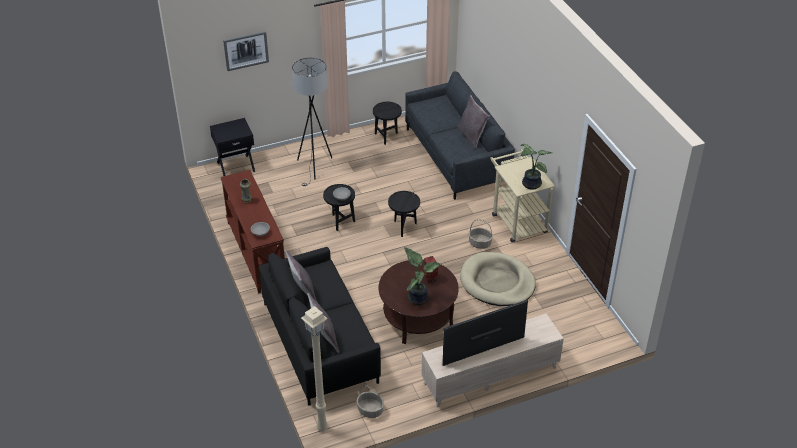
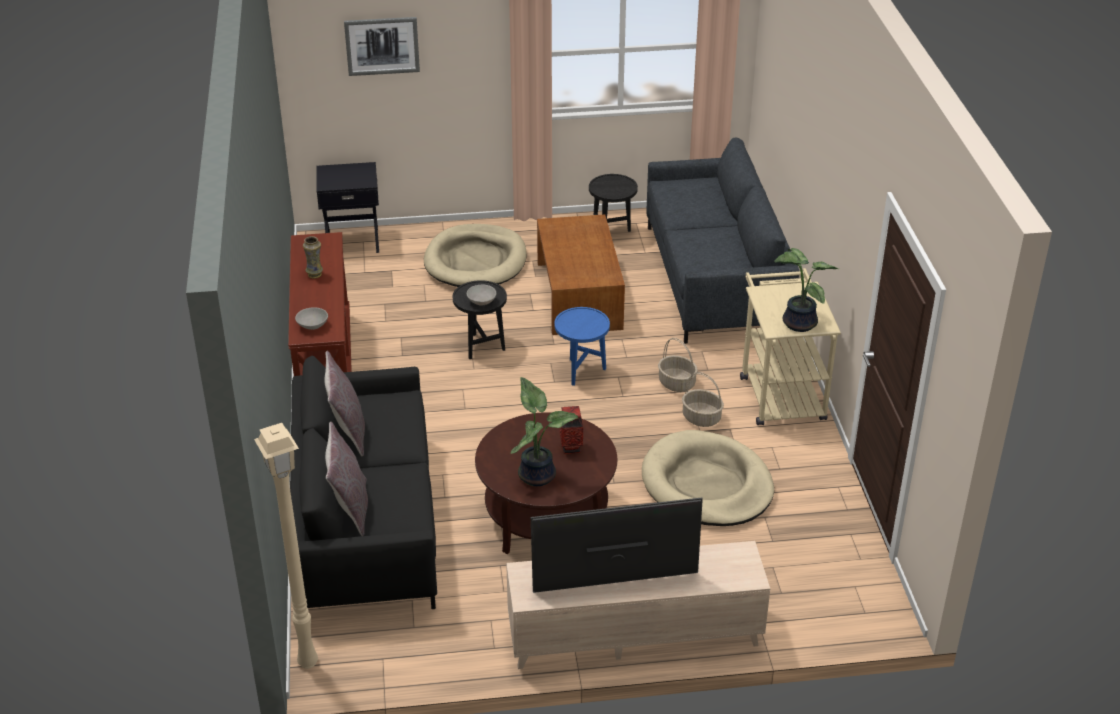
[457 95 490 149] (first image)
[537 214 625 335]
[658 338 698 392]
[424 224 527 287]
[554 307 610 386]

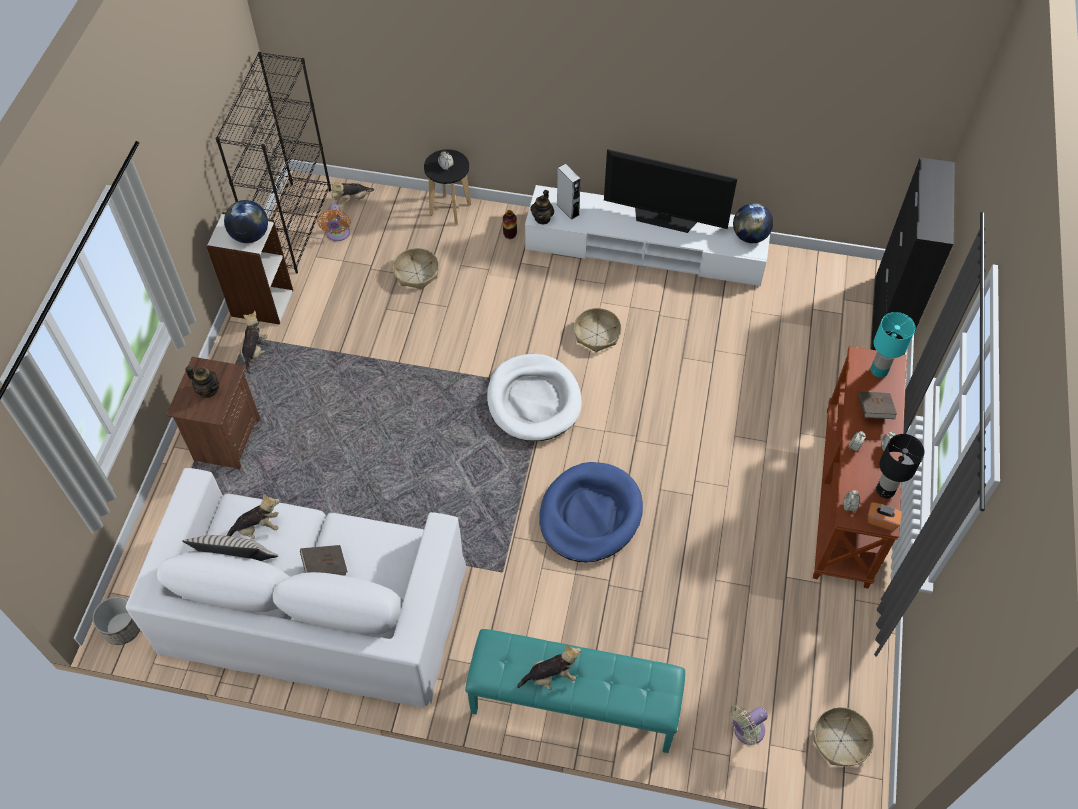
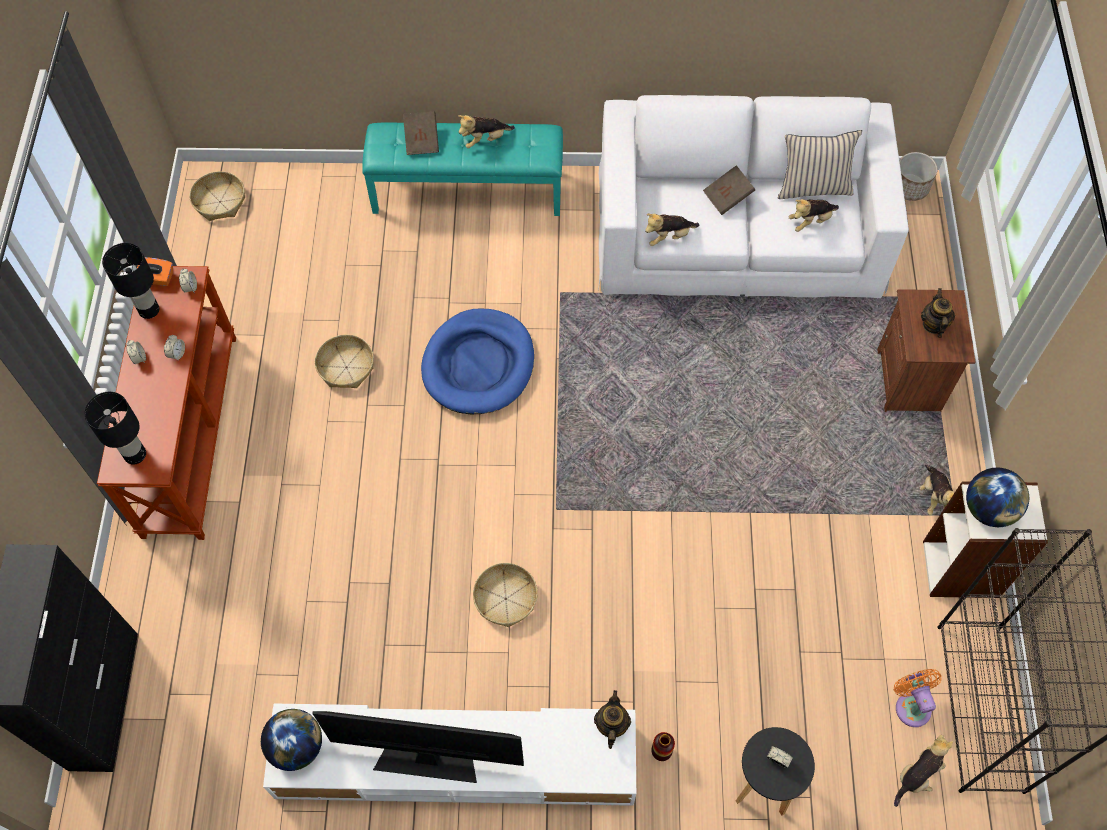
[487 354 582 441] (first image)
[556 164 581 220] (first image)
[728 705 768 745] (first image)
[645 213 699 246]
[315 334 374 388]
[403 112 439 155]
[84 392 146 465]
[921 288 955 338]

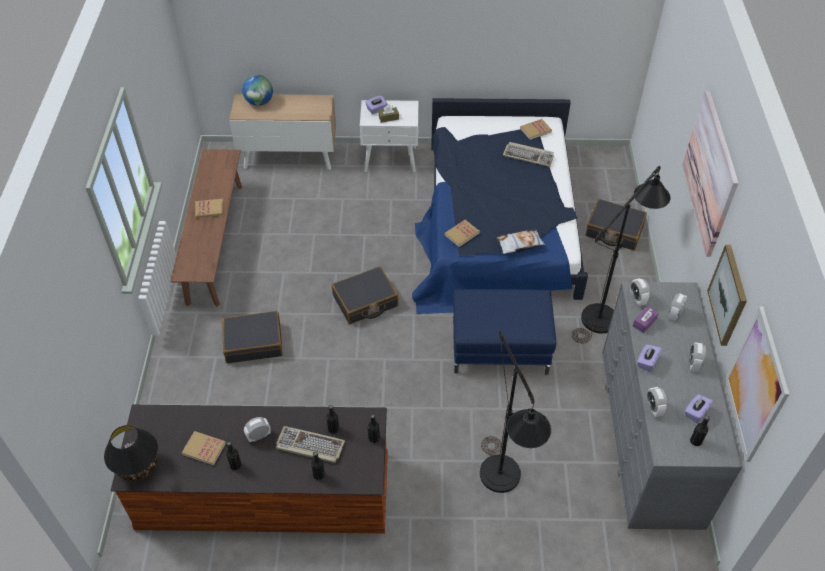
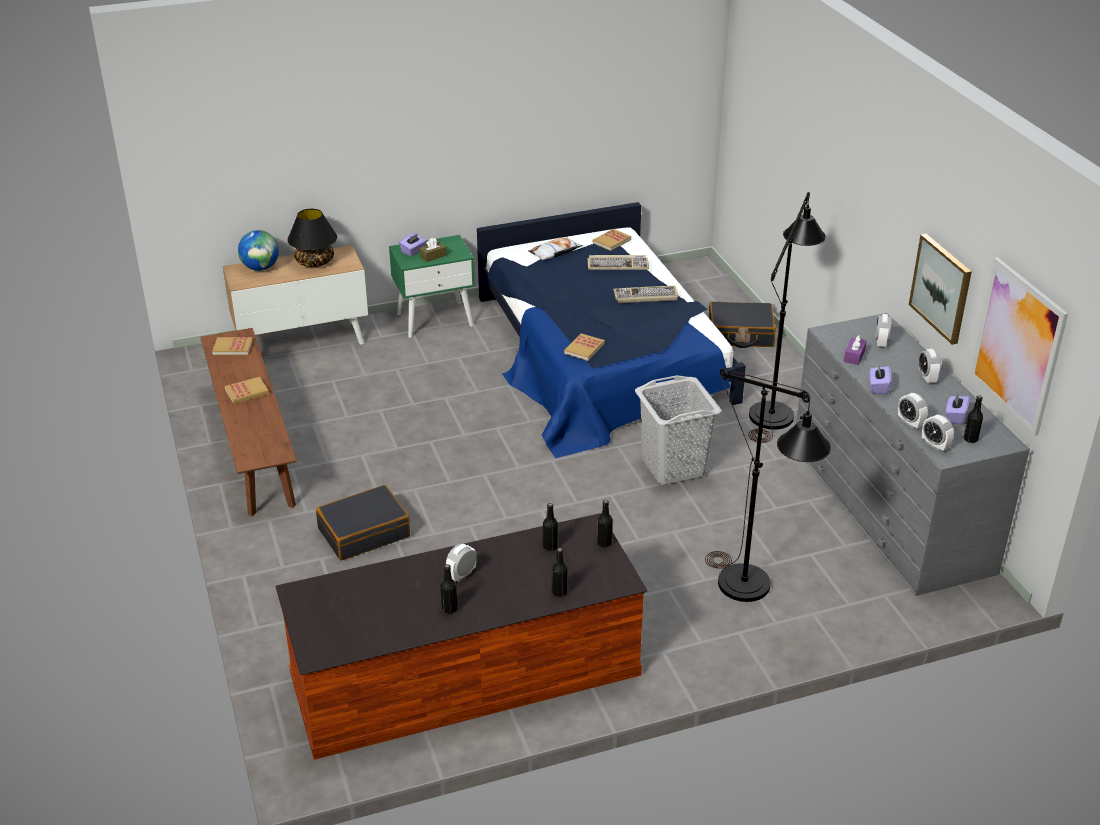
[332 267 398 324] (first image)
[682 90 739 257] (first image)
[288 209 337 267]
[212 337 253 355]
[613 286 679 303]
[528 237 583 260]
[922 415 954 452]
[635 375 721 485]
[389 235 475 338]

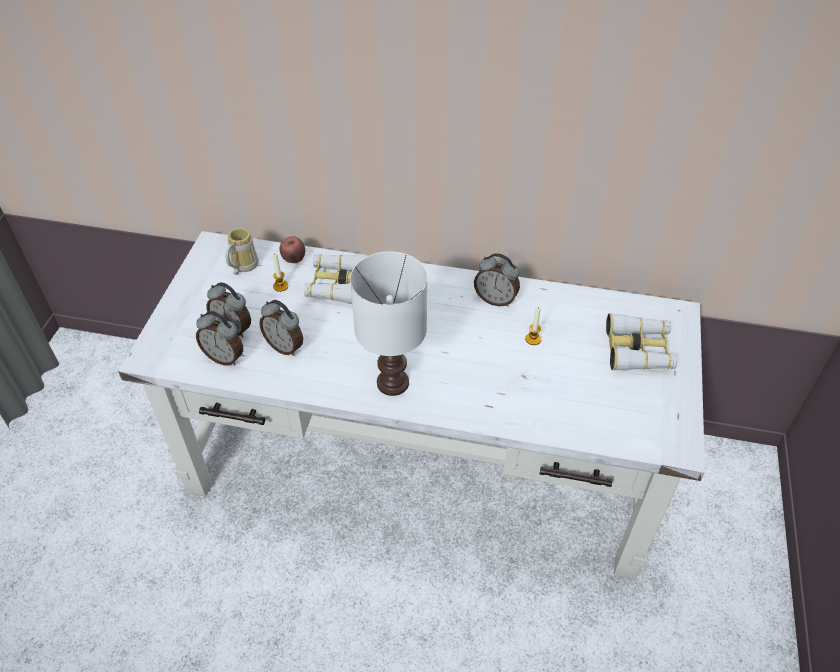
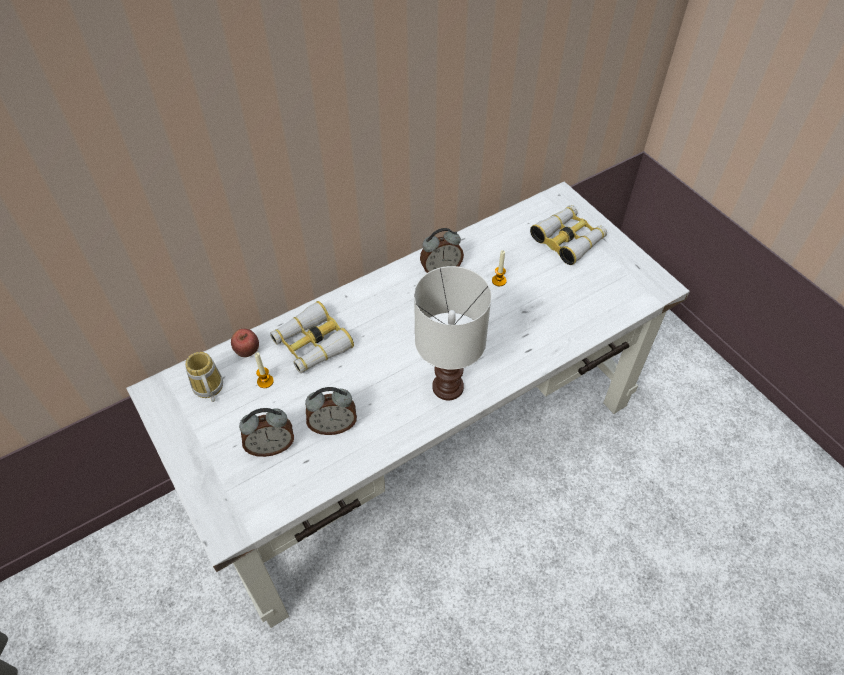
[196 311 243 366] (first image)

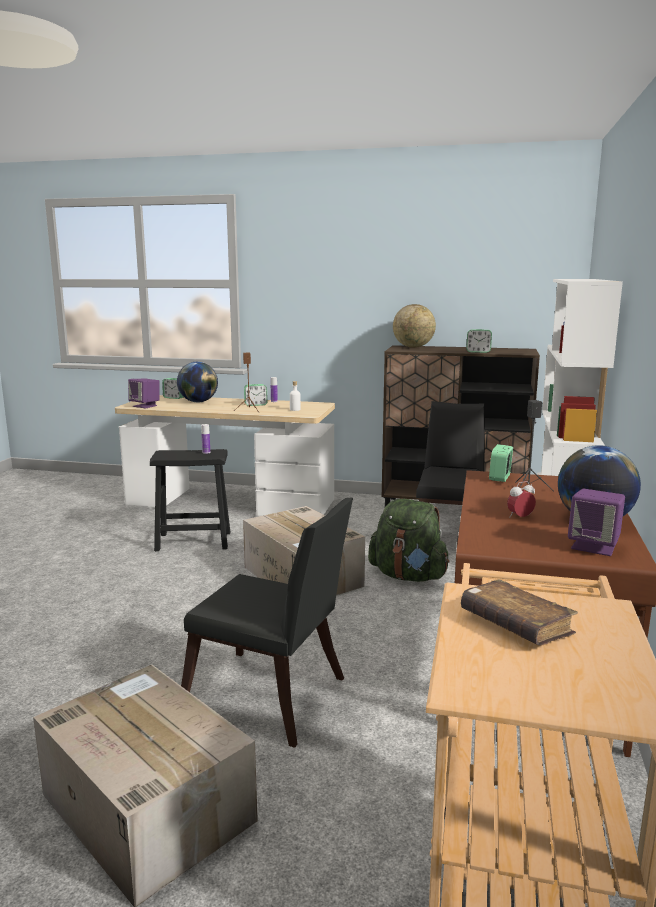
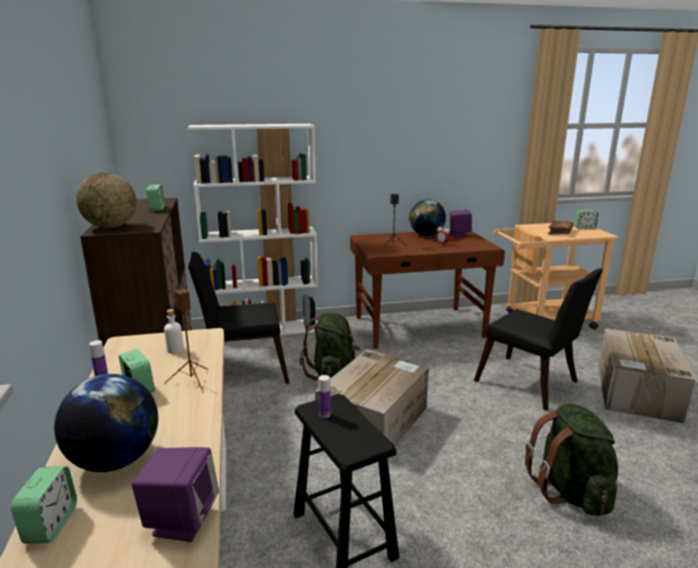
[525 404 618 516]
[574 210 598 229]
[474 269 603 411]

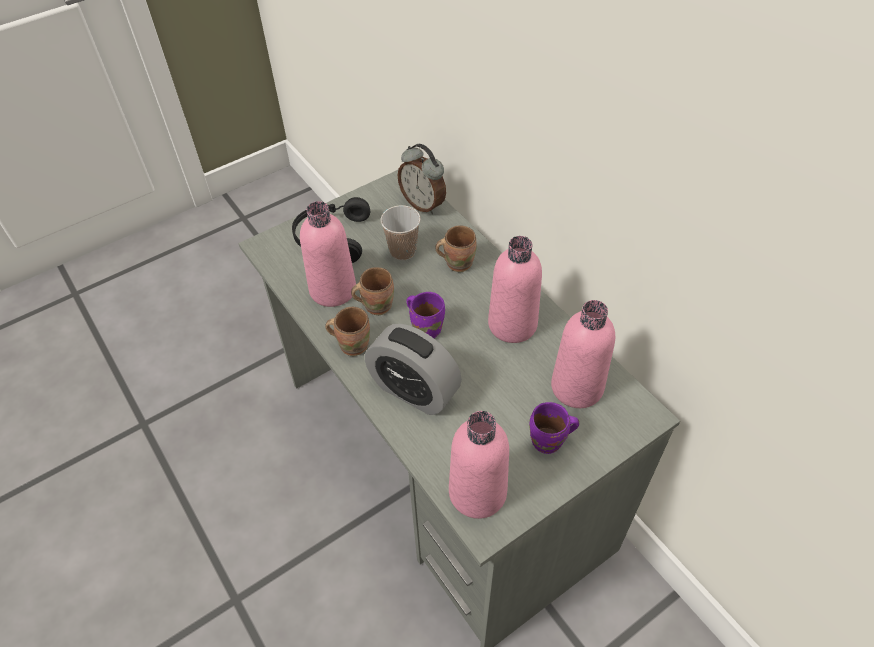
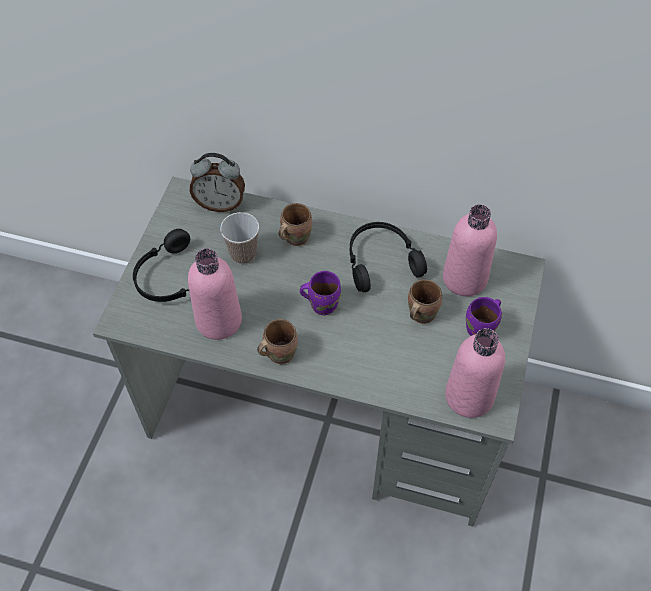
[365 324 462 415] (first image)
[408 279 442 324]
[350 222 427 292]

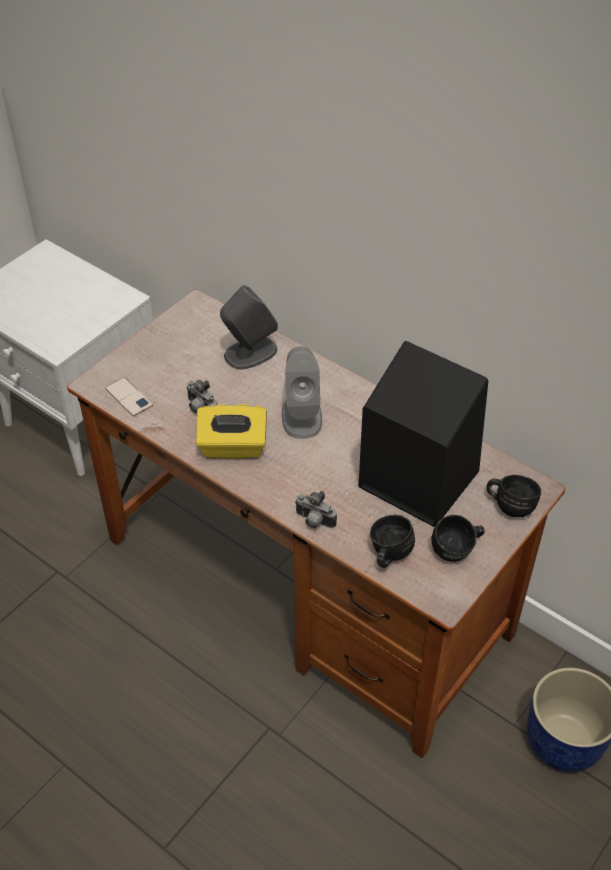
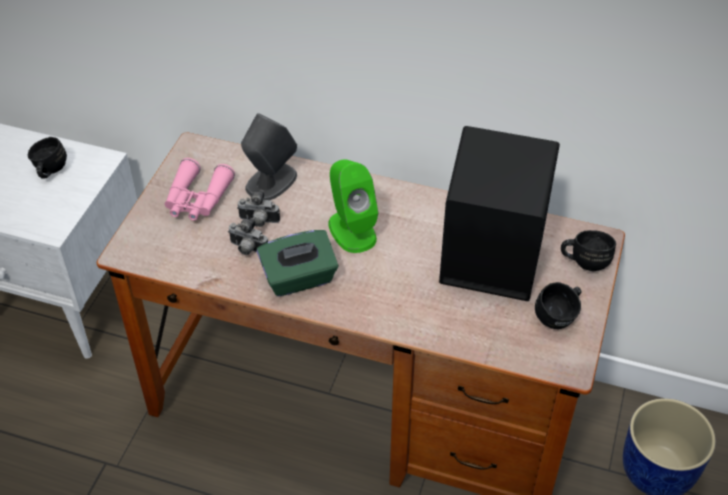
[105 377 153 416] (first image)
[165 158 235 221]
[237 190 280 227]
[28 137 67 179]
[257 230 339 297]
[329 159 378 253]

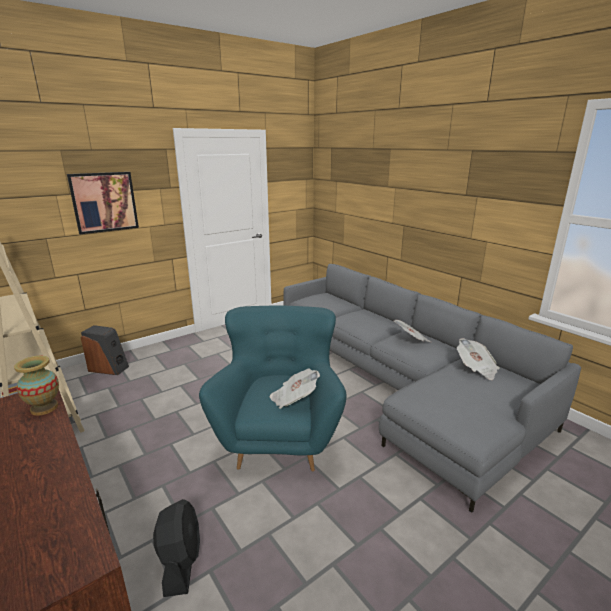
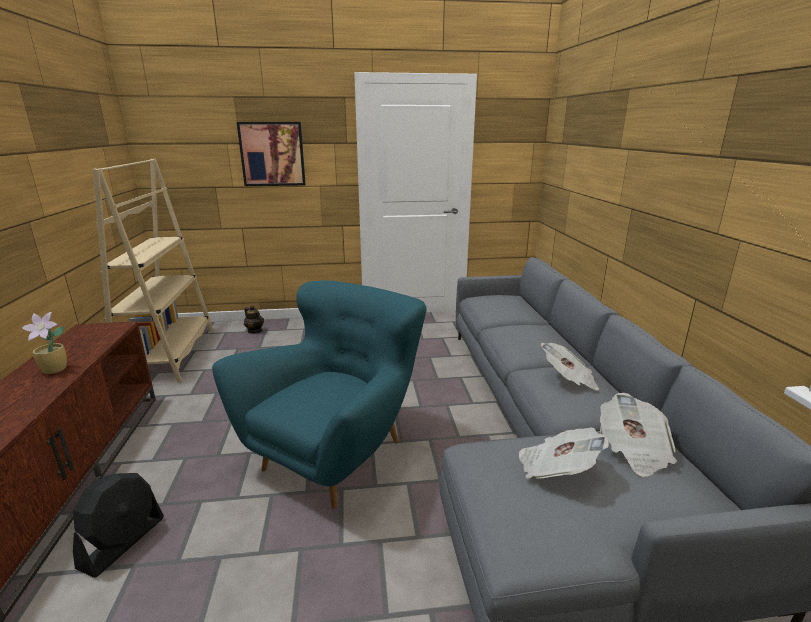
[14 356 59 415] (first image)
[22 312 67 374]
[519 428 609 479]
[244 305 264 333]

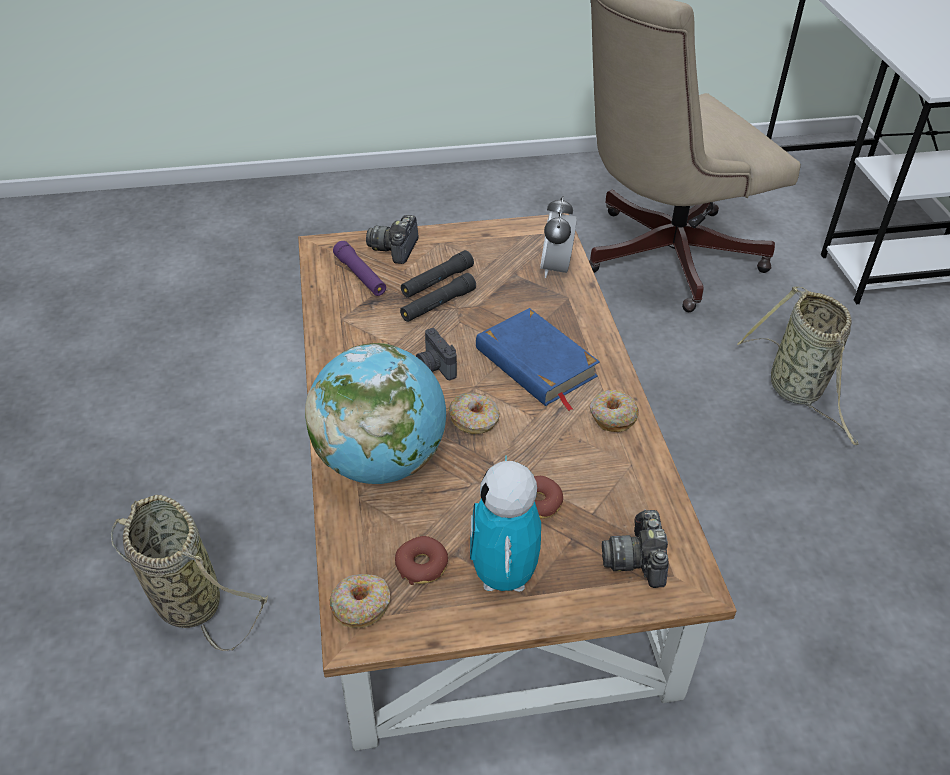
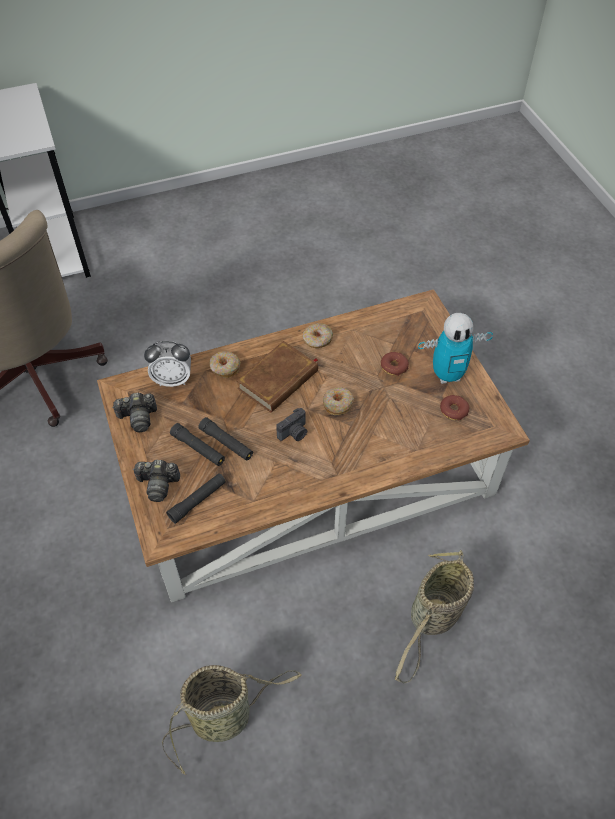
[305 343 446 484] (first image)
[209 351 241 378]
[112 393 157 433]
[162 665 302 775]
[166 473 226 524]
[237 341 318 413]

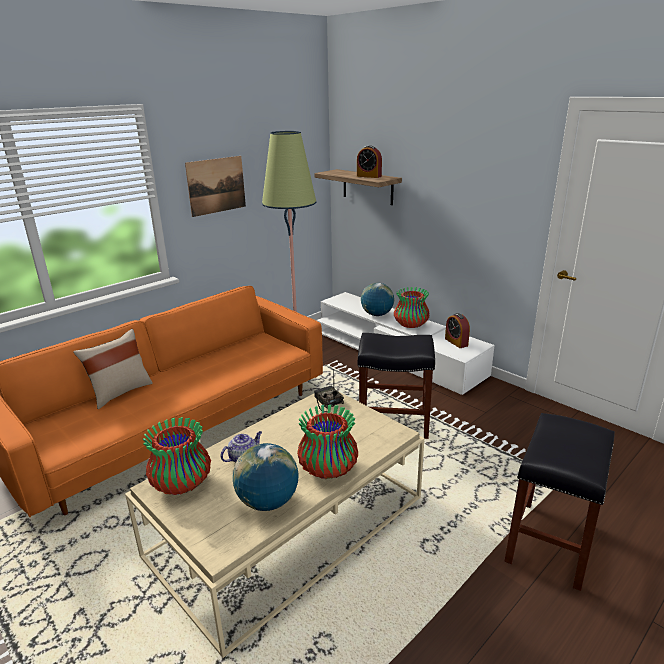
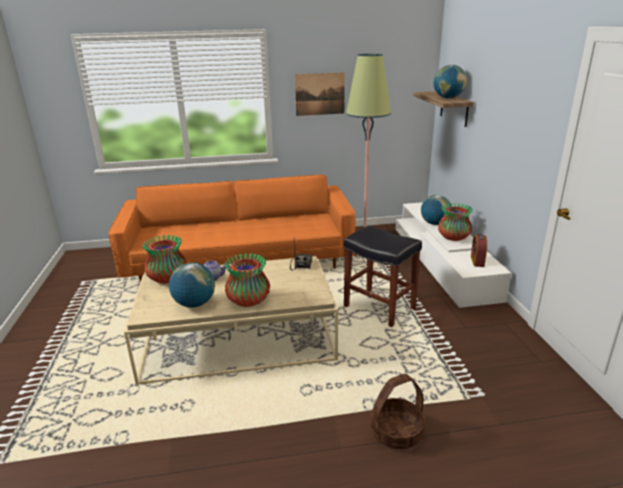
[73 329 153 409] (first image)
[434 65 467 99]
[371 374 425 449]

